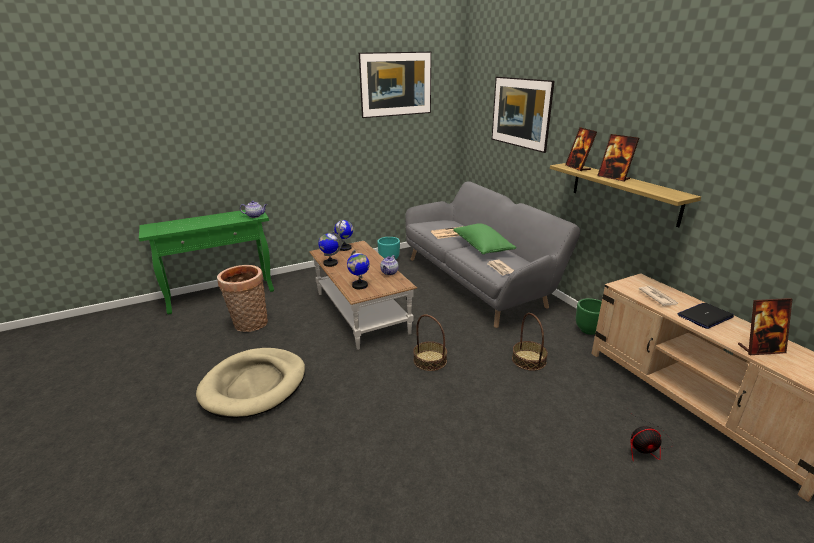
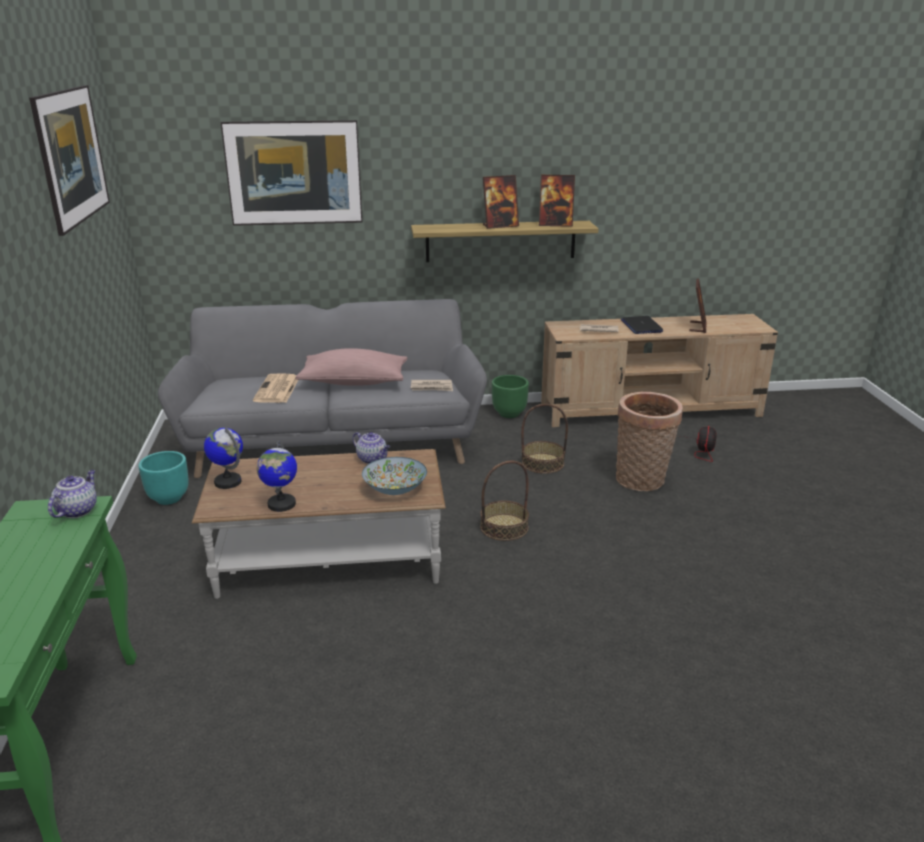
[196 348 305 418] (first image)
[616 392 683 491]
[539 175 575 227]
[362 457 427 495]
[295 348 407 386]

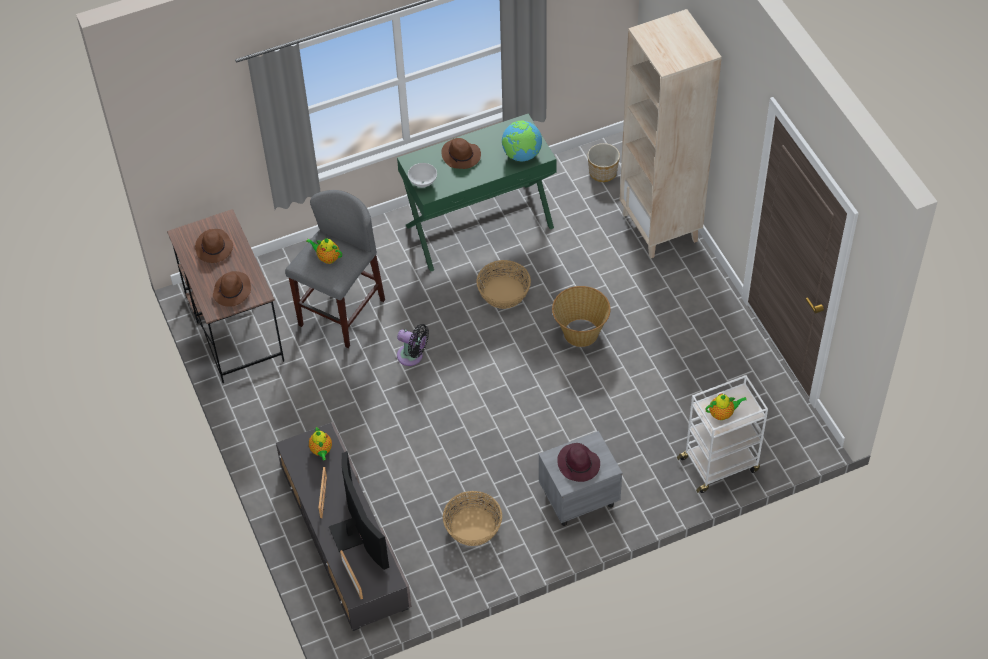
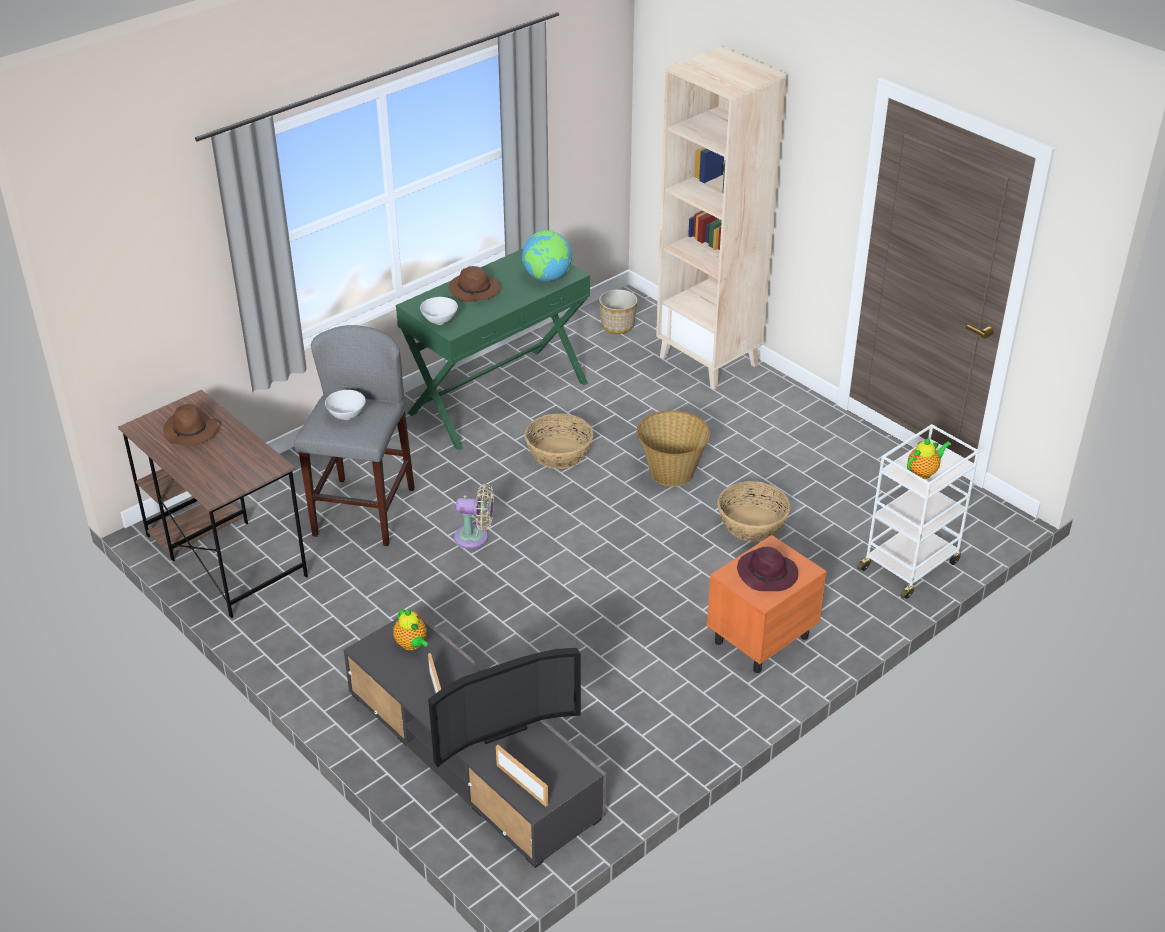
[213 271 251 307] (first image)
[718 481 791 541]
[325 390 366 420]
[454 484 494 549]
[707 535 827 673]
[428 648 581 768]

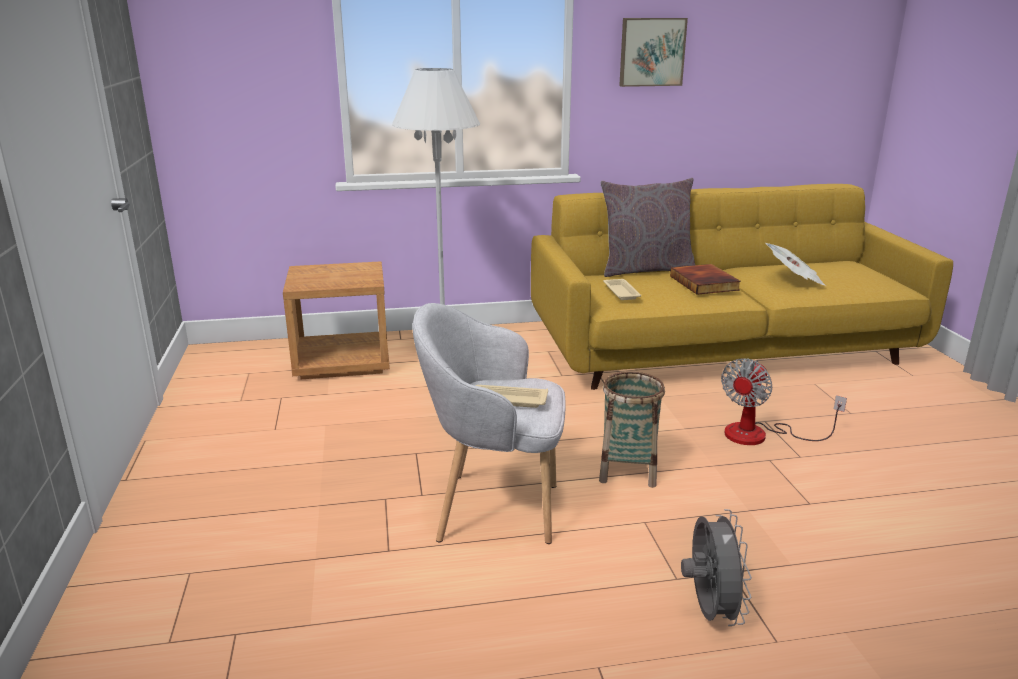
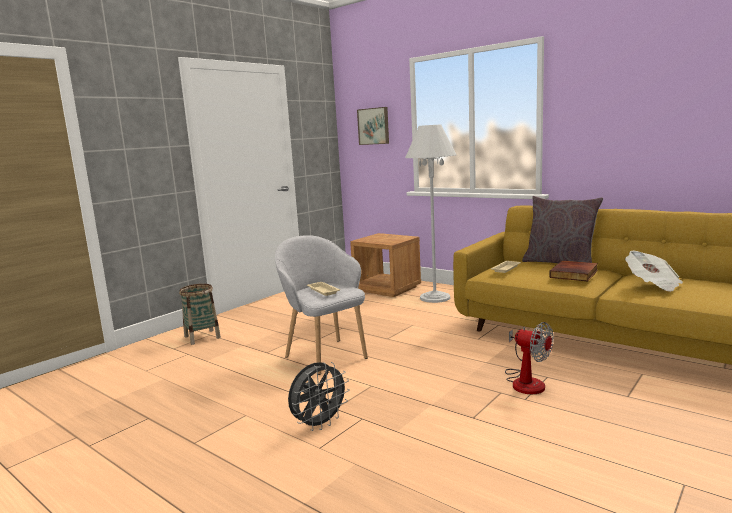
[179 284 221 345]
[357 107 389 145]
[505 322 554 394]

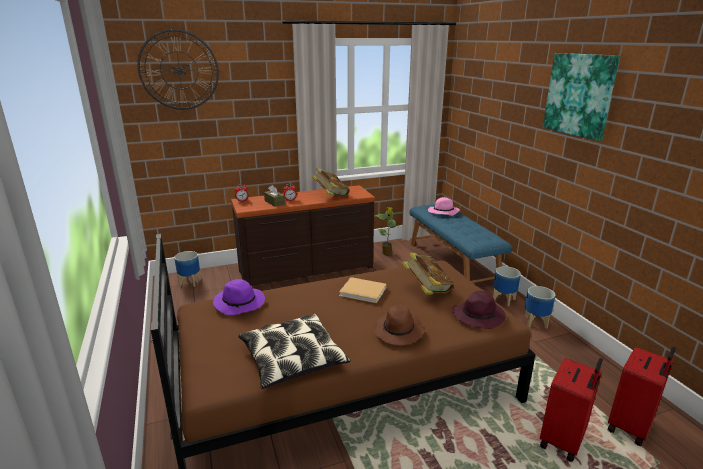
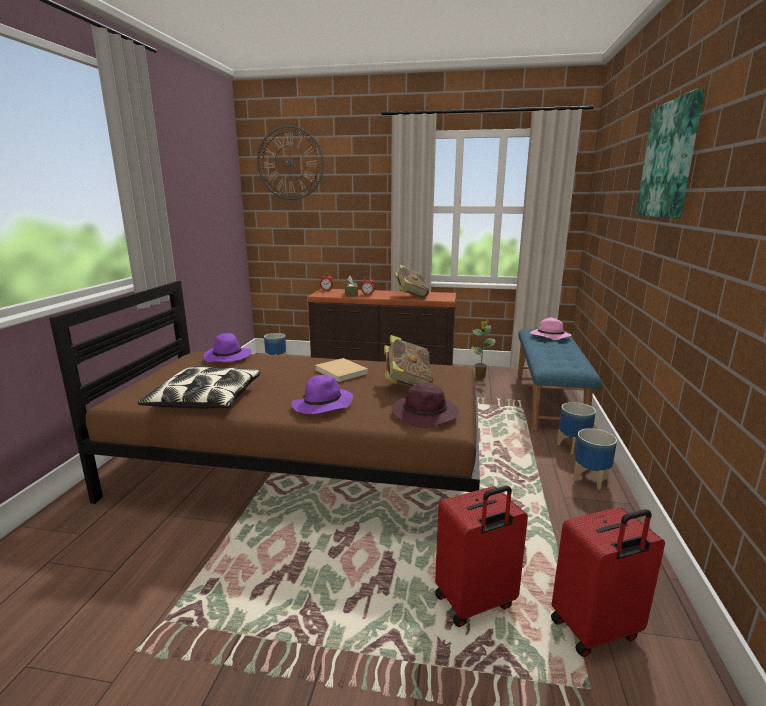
[292 375 353 414]

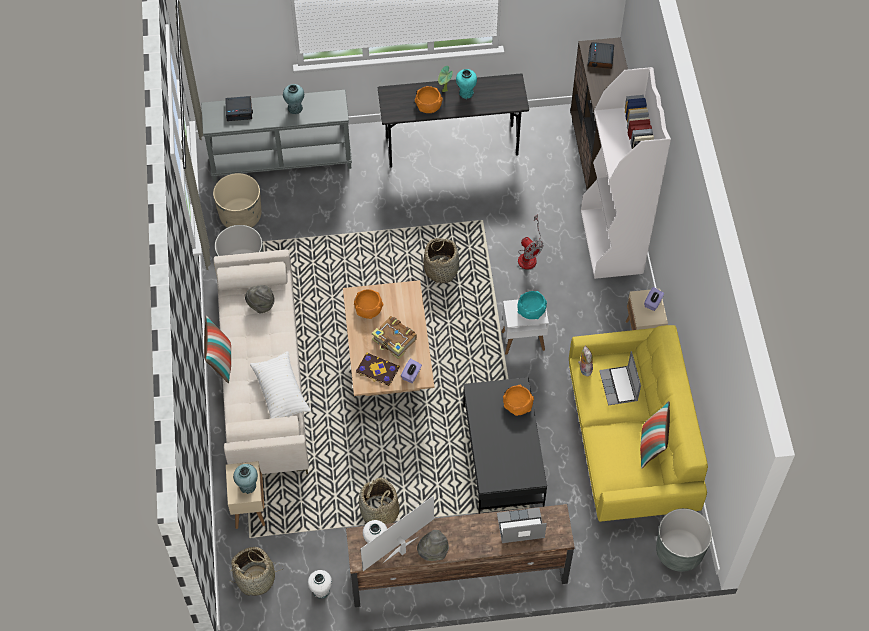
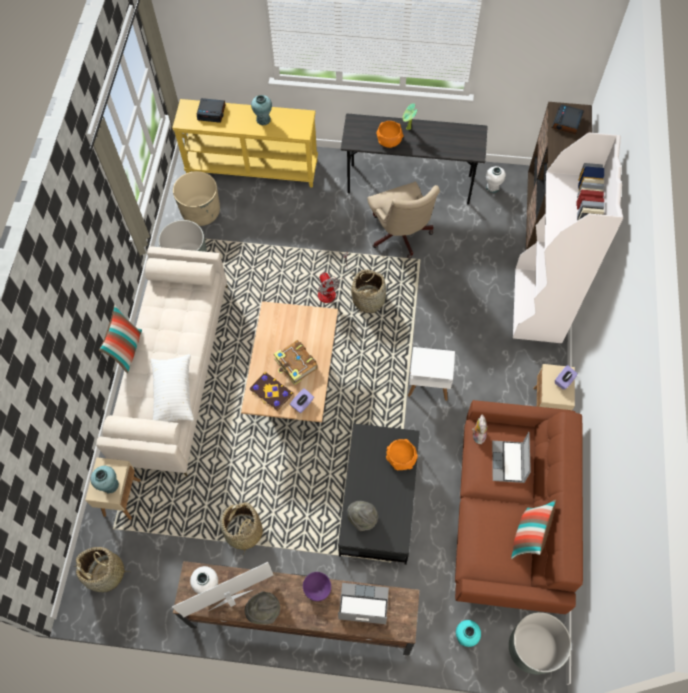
[354 289 383 319] (first image)
[517 291 547 319] (first image)
[303 572 331 601]
[368 182 440 259]
[346 501 378 531]
[486 166 506 193]
[456 620 481 647]
[318 253 347 303]
[172 99 318 188]
[455 400 583 614]

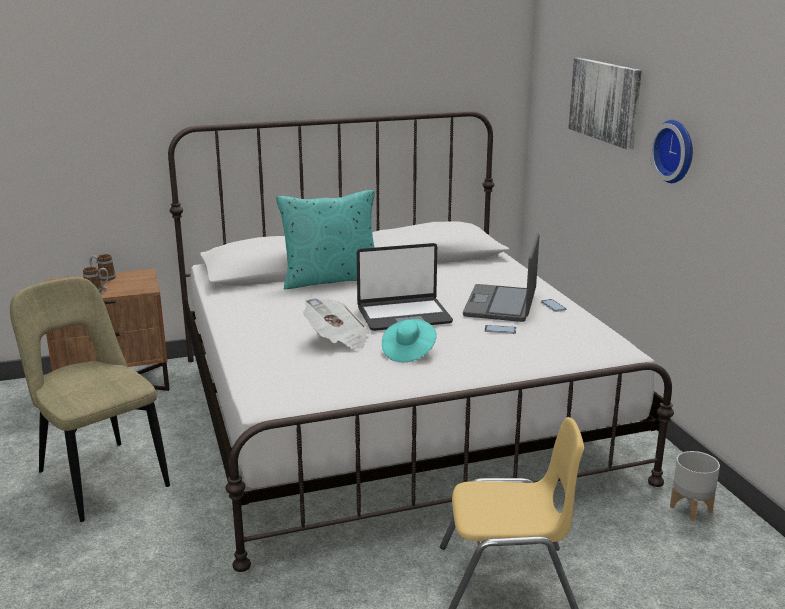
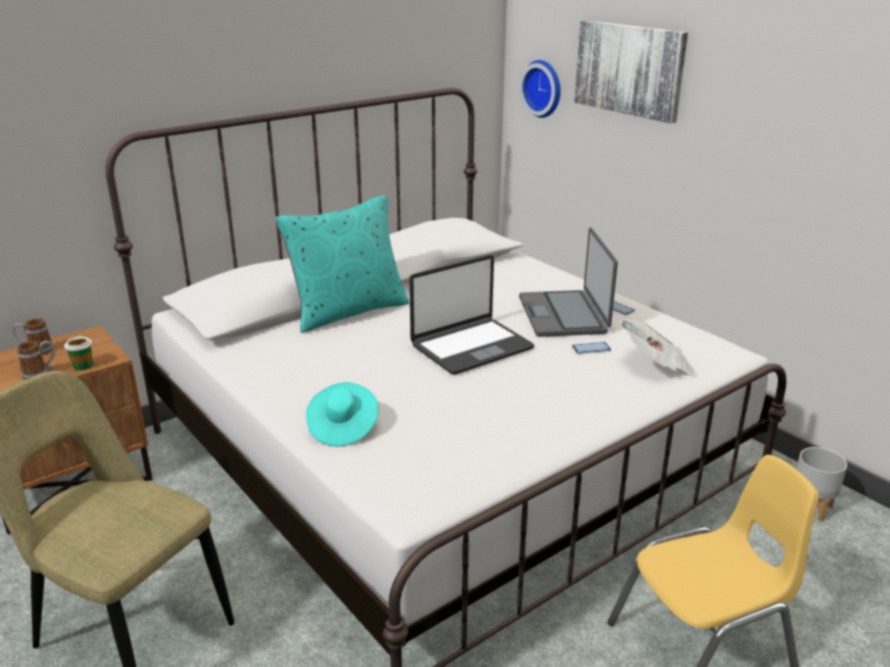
[64 335 93 371]
[618 318 698 375]
[306 382 379 447]
[520 60 561 118]

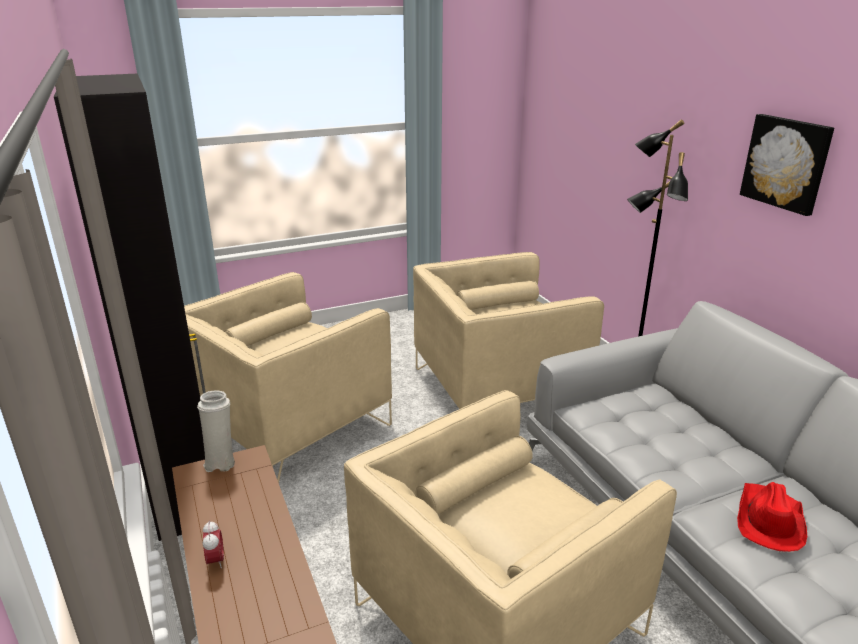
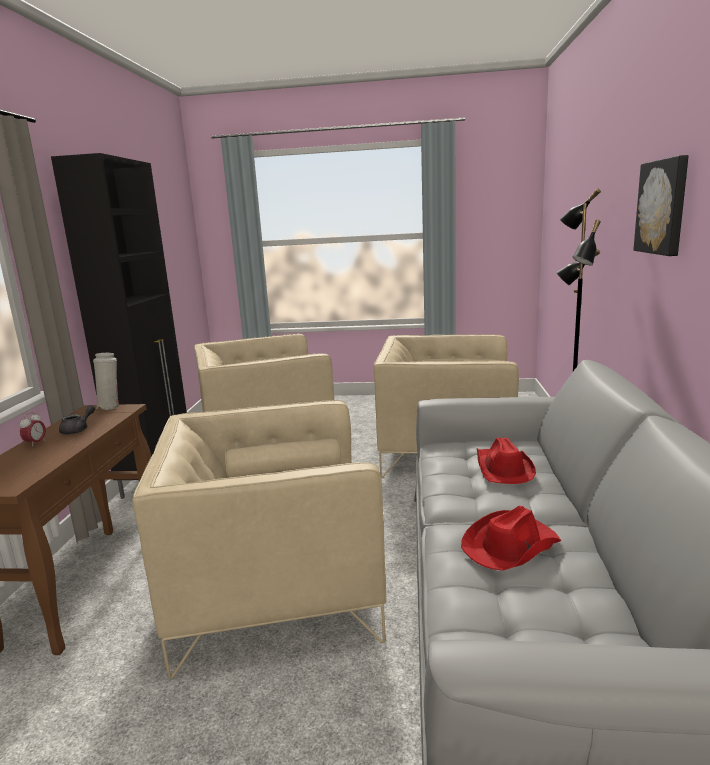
[59 405 95 435]
[477 437 536 484]

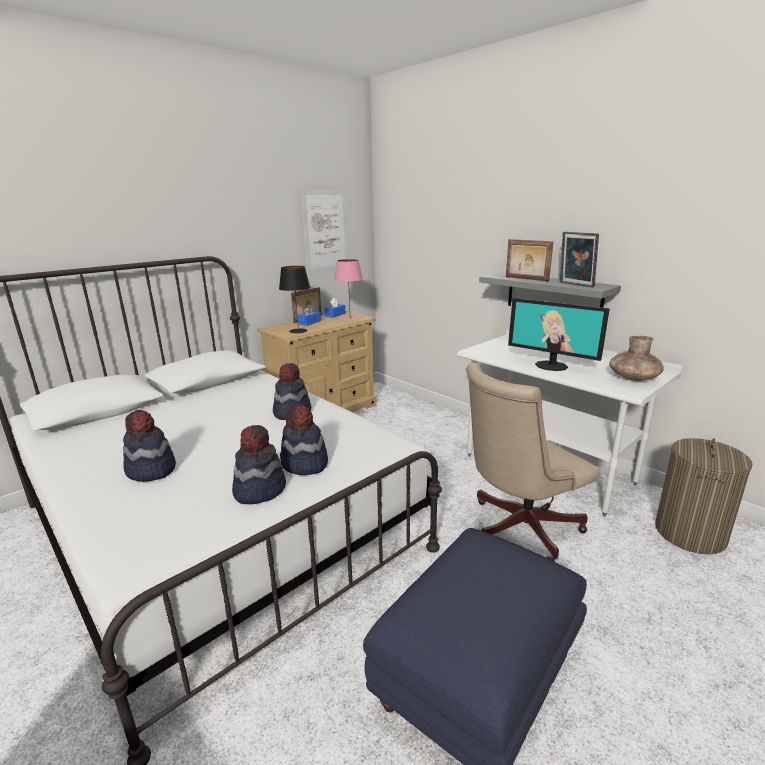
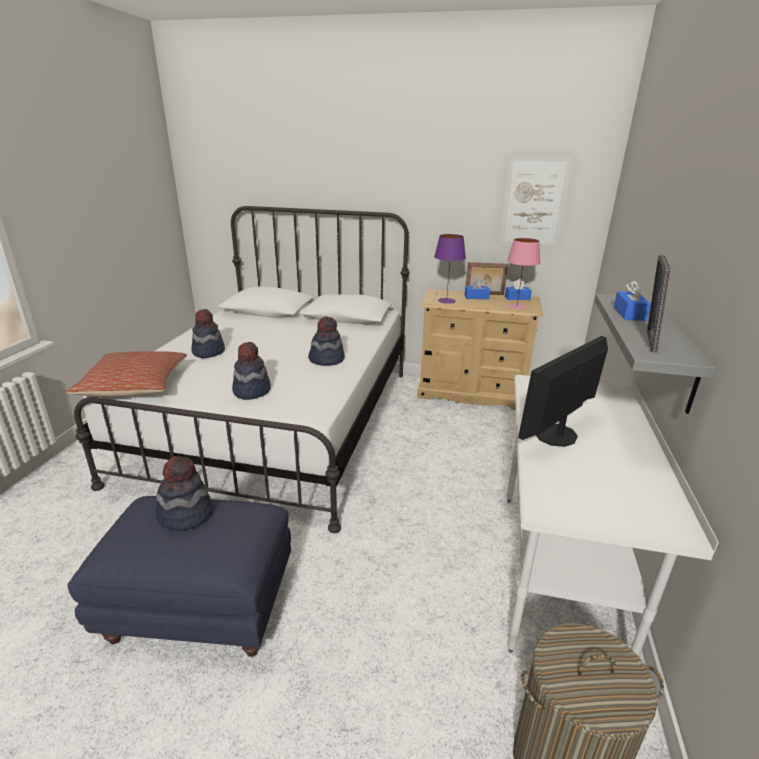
[466 362 599 562] (first image)
[609 336 664 381] (first image)
[66 351 187 397]
[156 456 213 531]
[614 280 651 321]
[434 234 466 304]
[518 336 608 447]

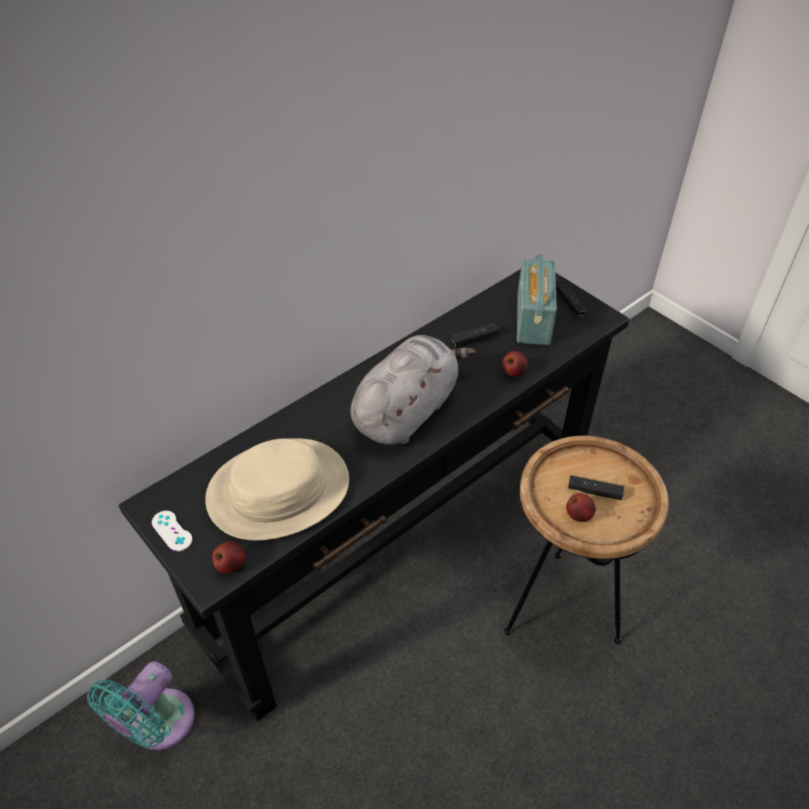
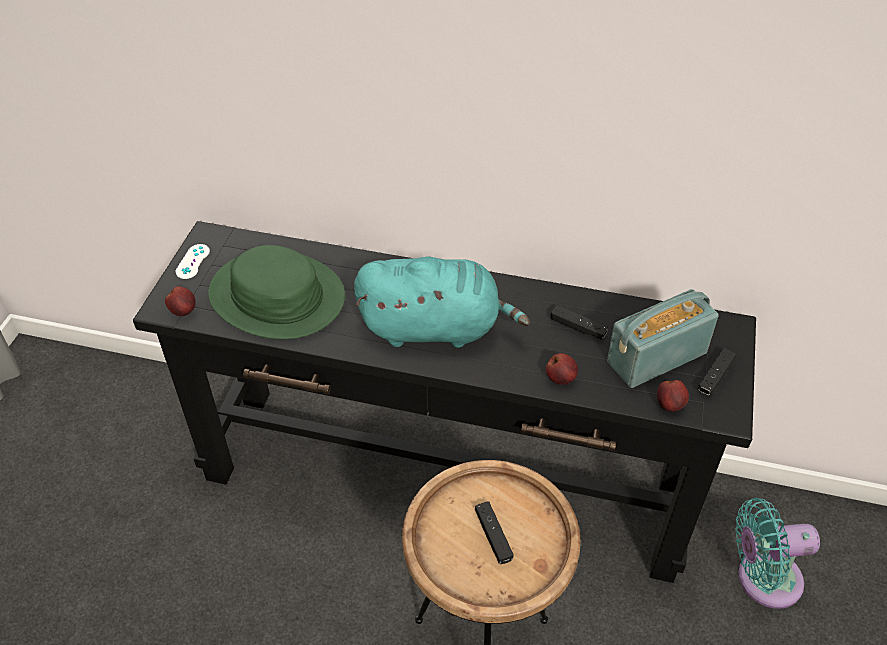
[735 498 820 609]
[657 380 689 412]
[208 245 345 339]
[354 257 530 348]

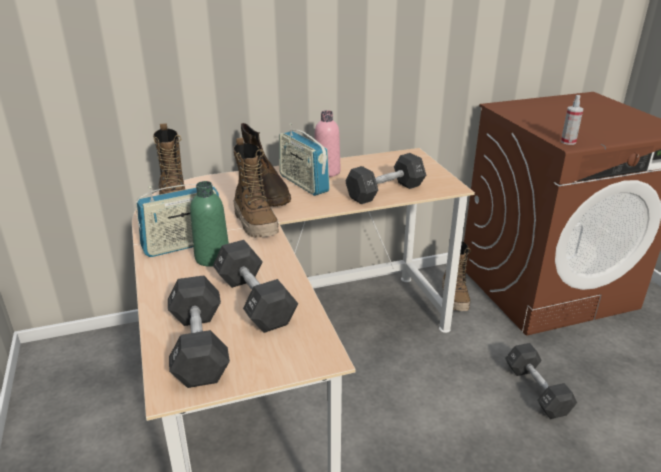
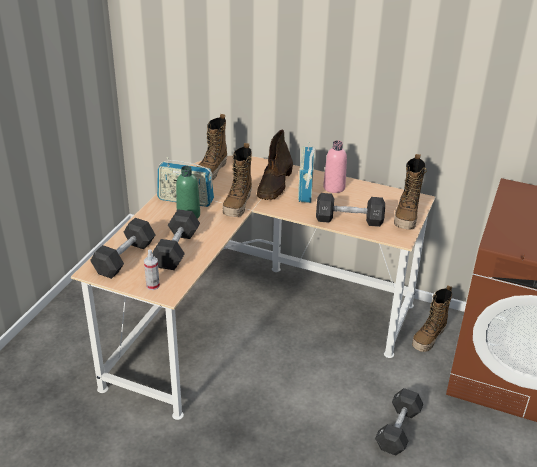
[394 154 427 229]
[144 249 160 290]

